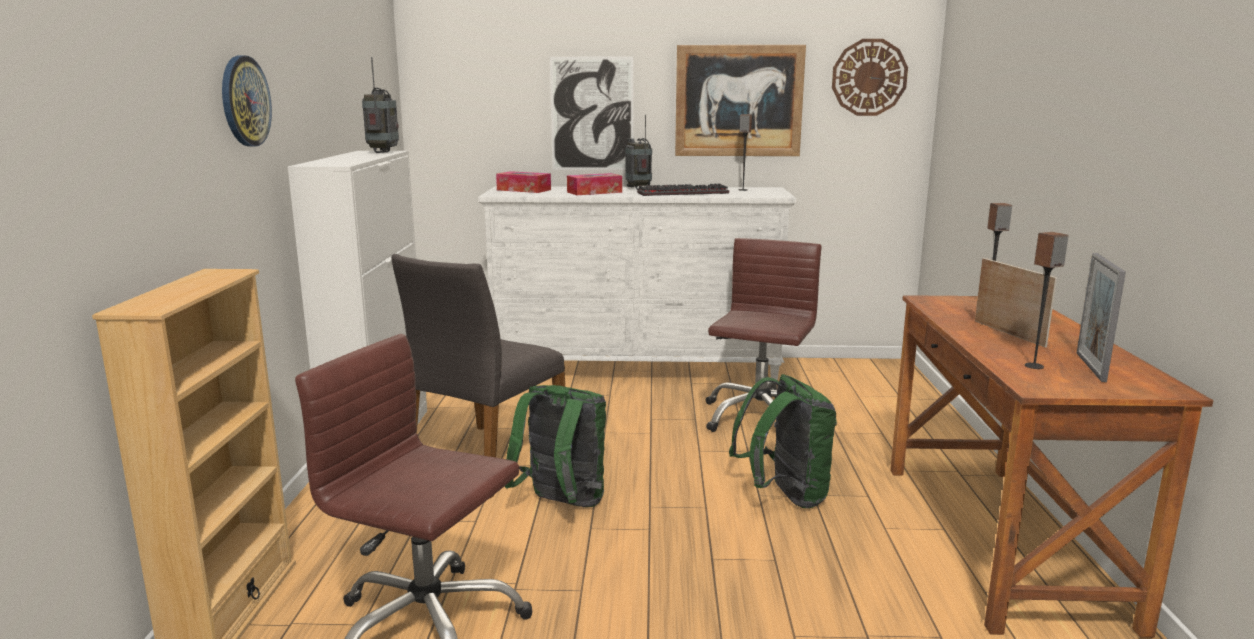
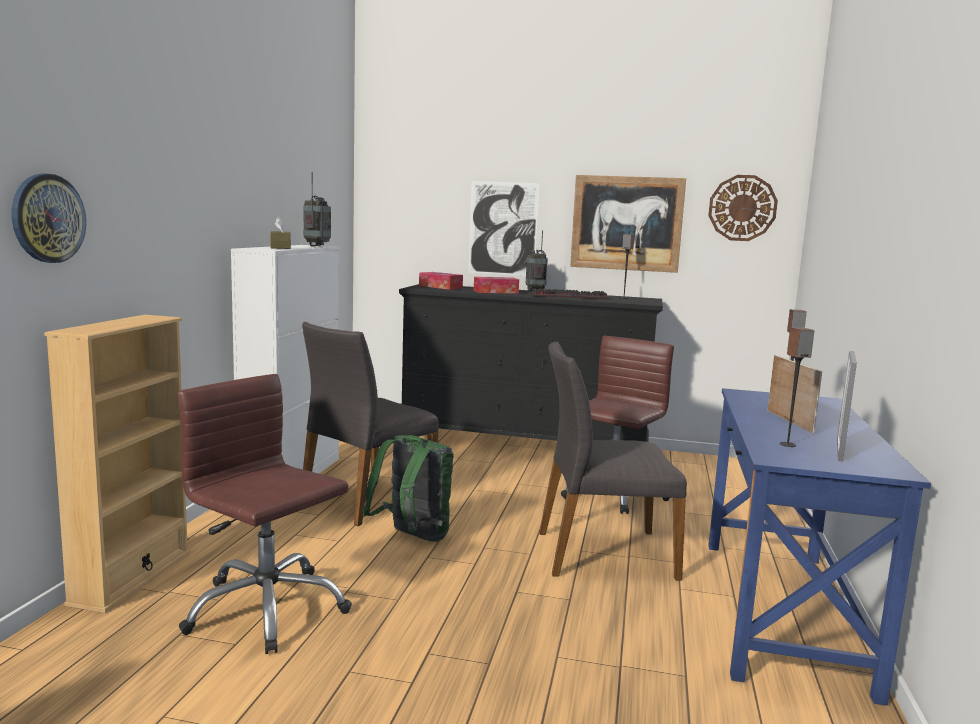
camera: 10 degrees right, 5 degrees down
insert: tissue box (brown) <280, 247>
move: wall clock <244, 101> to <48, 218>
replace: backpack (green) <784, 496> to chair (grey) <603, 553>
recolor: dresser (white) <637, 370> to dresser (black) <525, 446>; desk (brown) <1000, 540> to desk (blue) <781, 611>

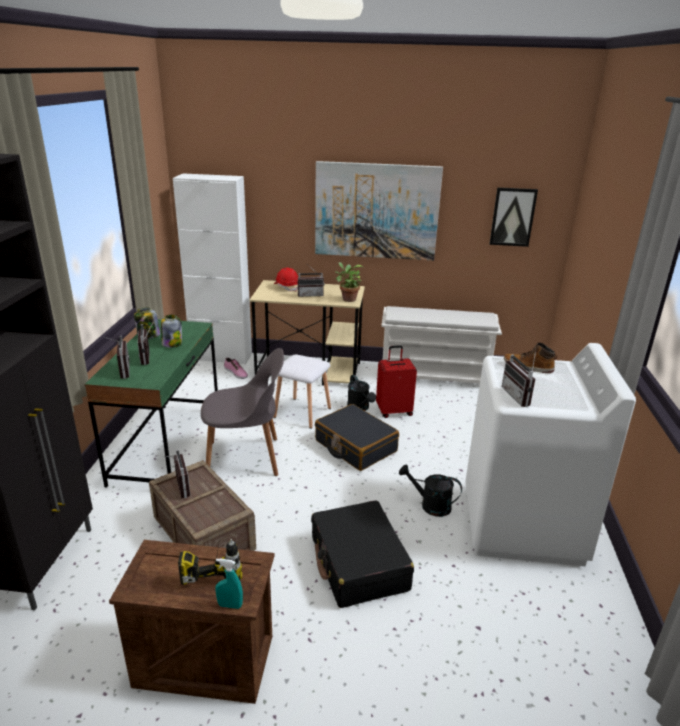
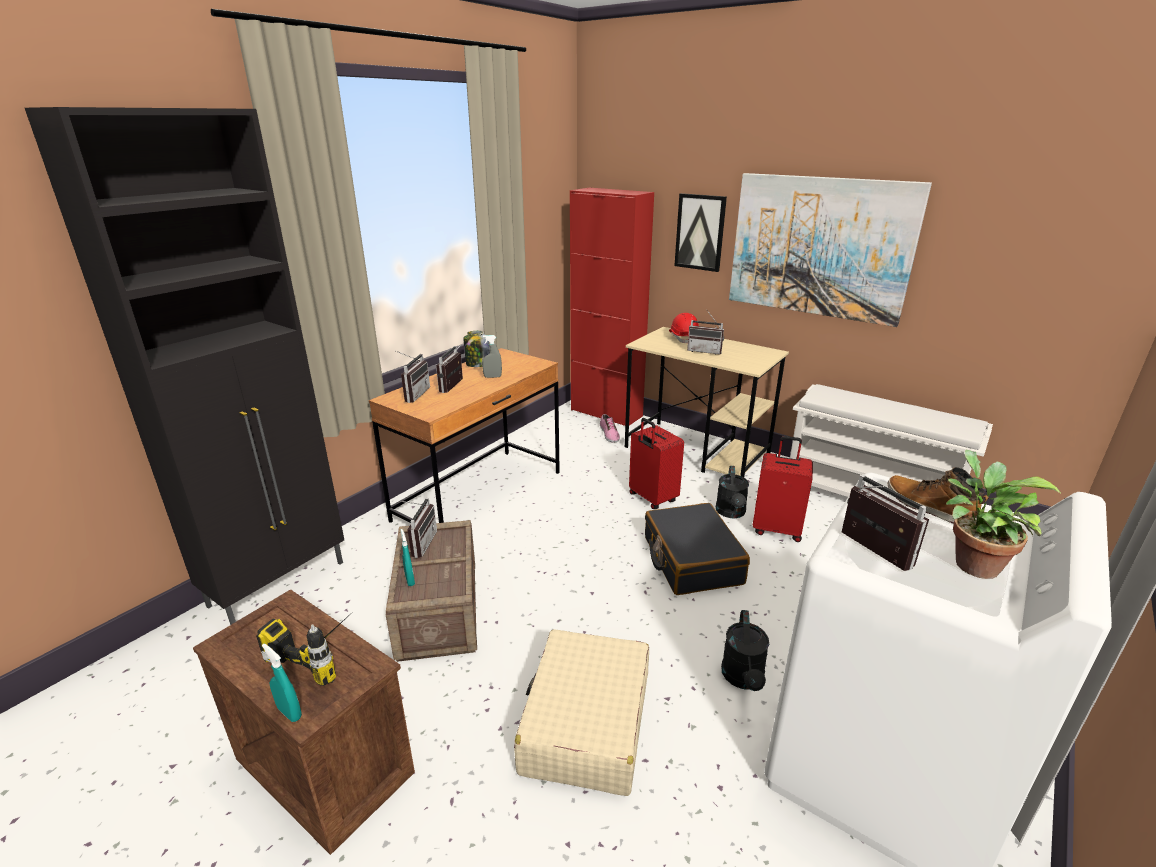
camera: 30 degrees right, 0 degrees up
delete: chair (grey) <246, 458>
insert: spray bottle (turquoise) <410, 580>
move: picture <512, 217> to <700, 232>; potted plant <347, 299> to <971, 563>
replace: jar <172, 344> to spray bottle (grey) <492, 377>; stool (white) <301, 412> to suitcase (red) <651, 498>
recolor: desk (green) <168, 445> to desk (brown) <480, 496>; suitcase (black) <358, 564> to suitcase (beige) <586, 723>; cabinet (white) <221, 357> to cabinet (red) <606, 413>
rotate: watering can (black) <430, 505> = <743, 679> 135 degrees counterclockwise; radio <520, 397> = <869, 552> 135 degrees clockwise

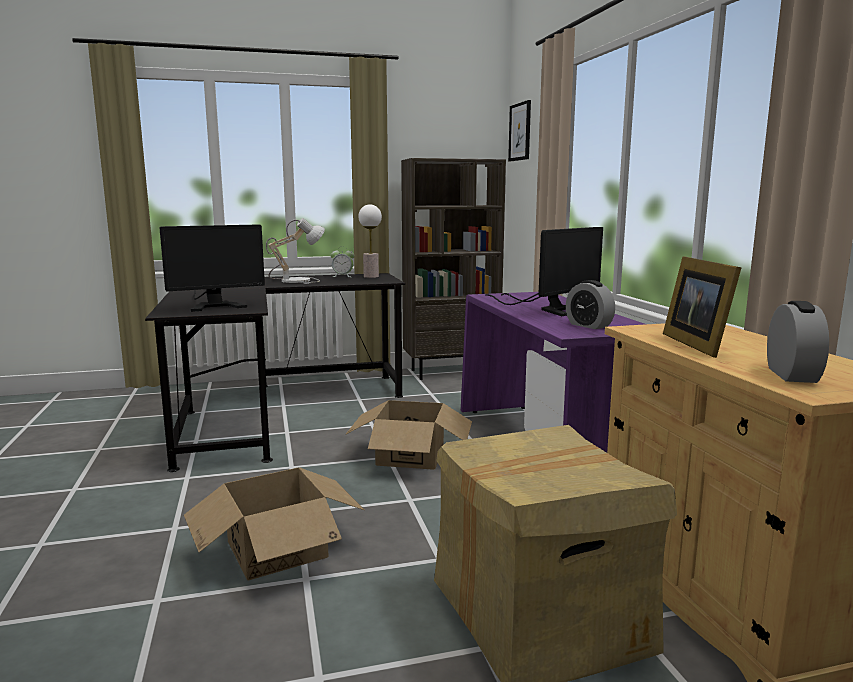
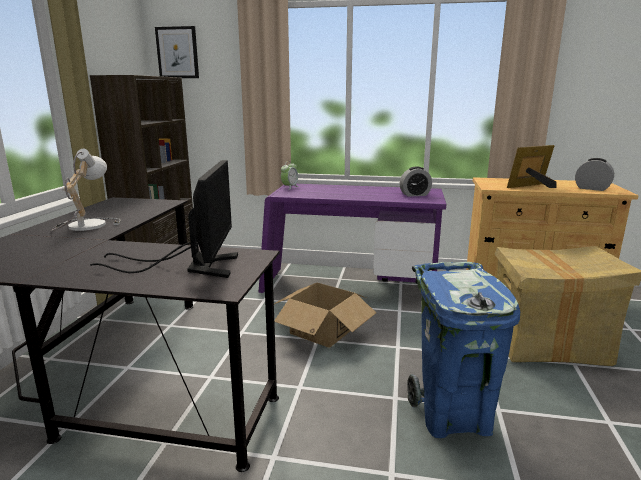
camera: 65 degrees left, 5 degrees up
delete: table lamp <371, 277>; monitor <551, 308>
move: alarm clock <342, 276> to <289, 187>
replace: cardboard box <277, 549> to trash can (blue) <452, 416>
rotate: picture frame <698, 344> = <531, 186> 135 degrees clockwise

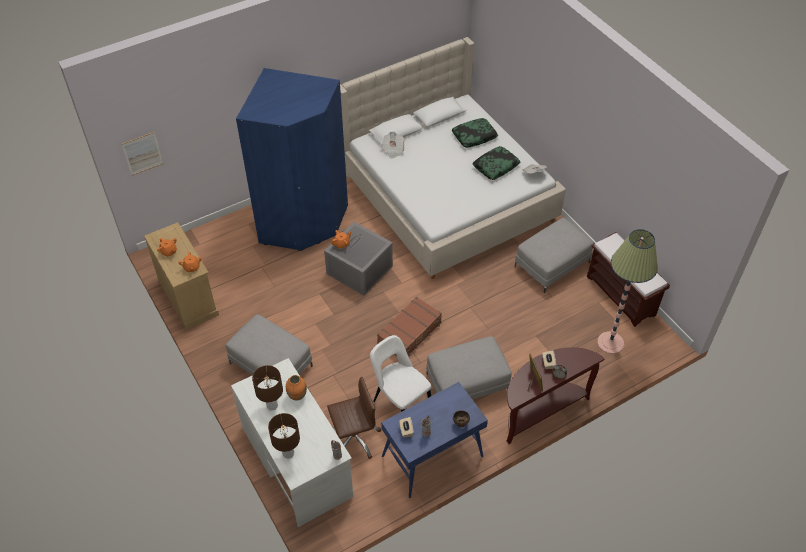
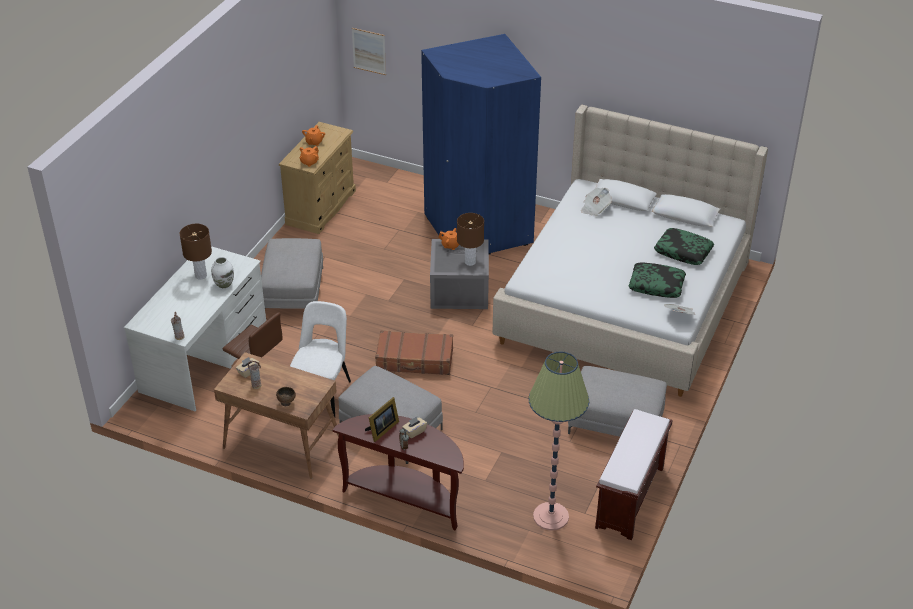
camera: 55 degrees right, 10 degrees down
move: table lamp (brown) <288, 453> to <470, 262>
recolor: vase (orange) <297, 395> to vase (white) <224, 284>; desk (blue) <432, 457> to desk (brown) <281, 443>

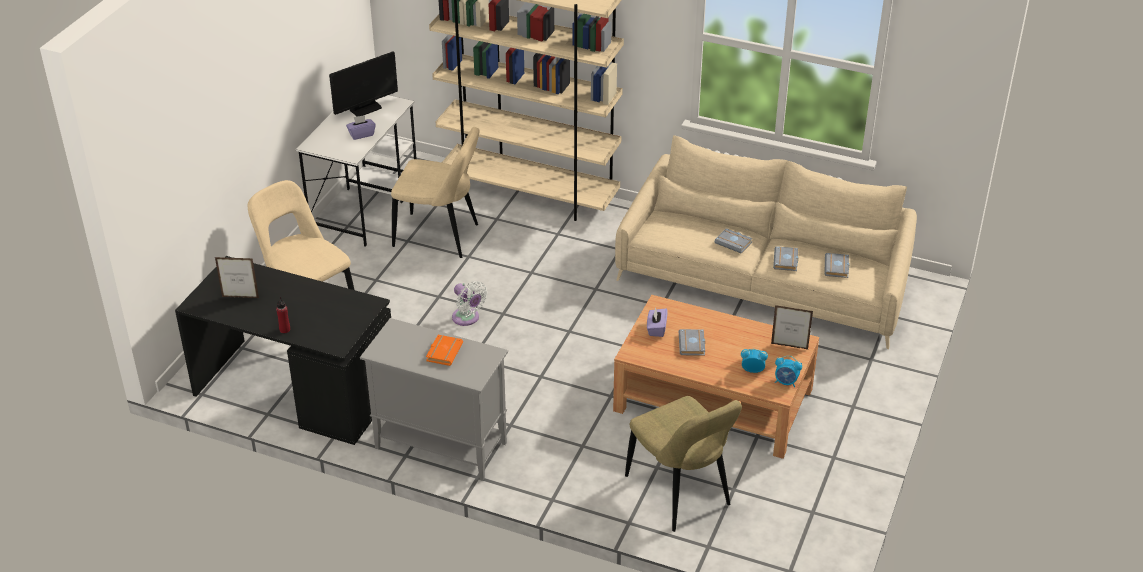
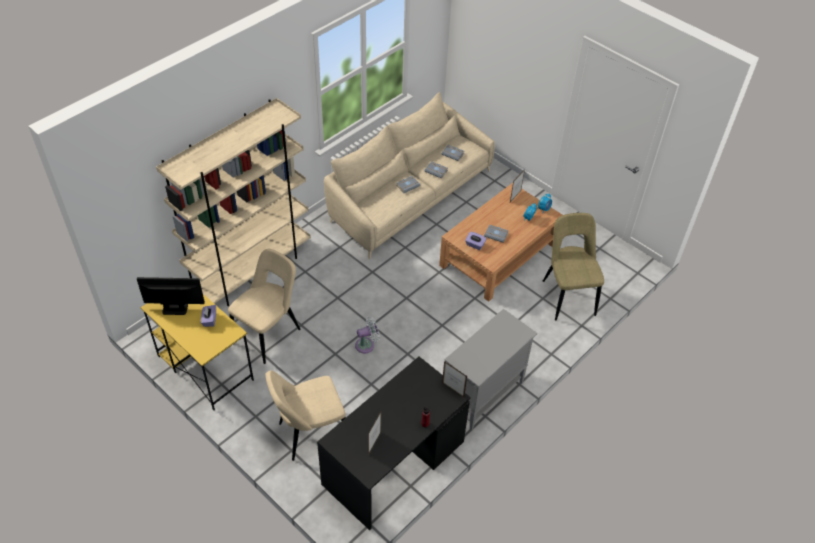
camera: 70 degrees left, 10 degrees up
delete: book (orange) <443, 352>
insert: picture frame <453, 390>
recolor: desk (white) <365, 206> to desk (yellow) <204, 367>
rotate: monitor <365, 108> = <175, 308> 75 degrees counterclockwise; chair (beige) <680, 494> = <567, 295> 90 degrees counterclockwise

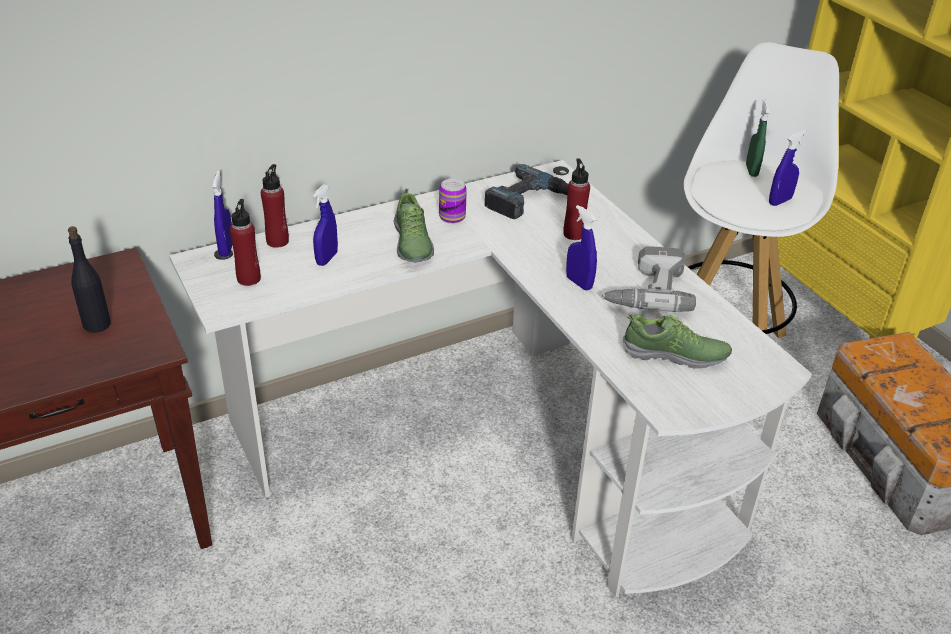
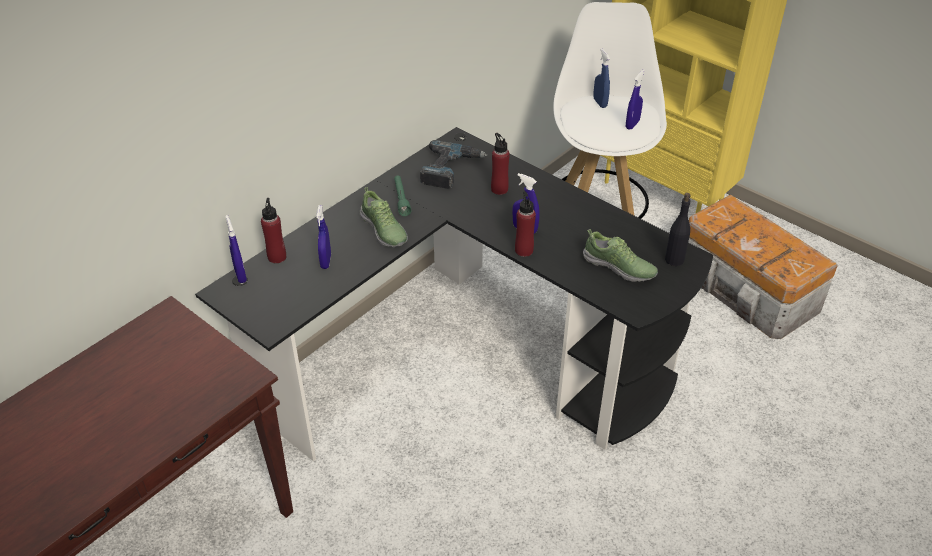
camera: 20 degrees left, 5 degrees up
delete: power drill <645, 289>
move: bottle (red) <249, 278> to <524, 250>; bottle (black) <97, 324> to <674, 259>
replace: can <452, 217> to flashlight (green) <401, 199>
recolor: desk (white) <499, 439> to desk (black) <467, 358>; spray bottle (green) <751, 170> to spray bottle (blue) <600, 103>
rotate: shoe <674, 355> = <619, 267> 45 degrees clockwise

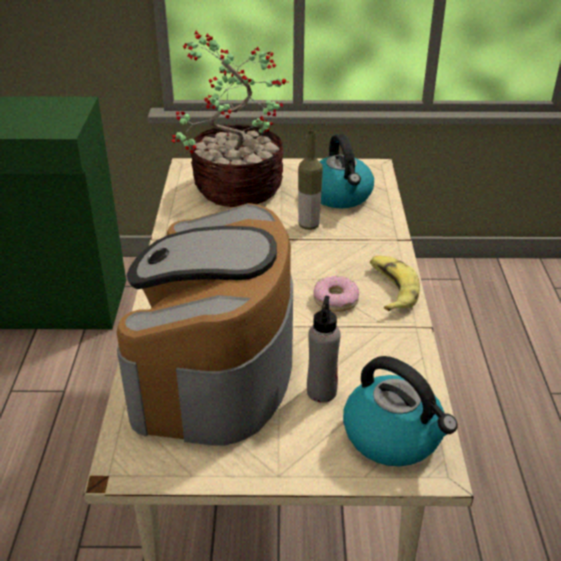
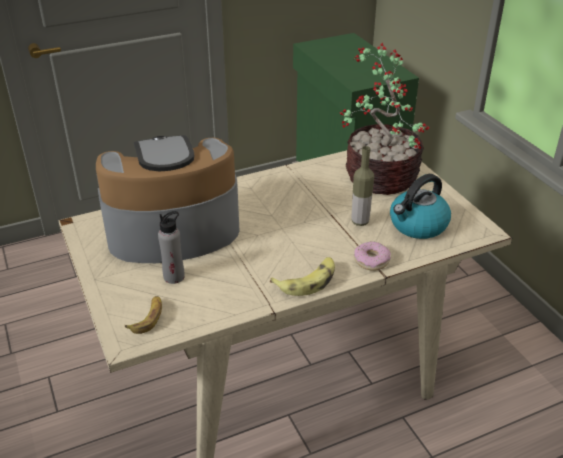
camera: 65 degrees right, 0 degrees up
move: donut <336, 300> to <371, 260>
replace: kettle <394, 436> to banana <147, 318>

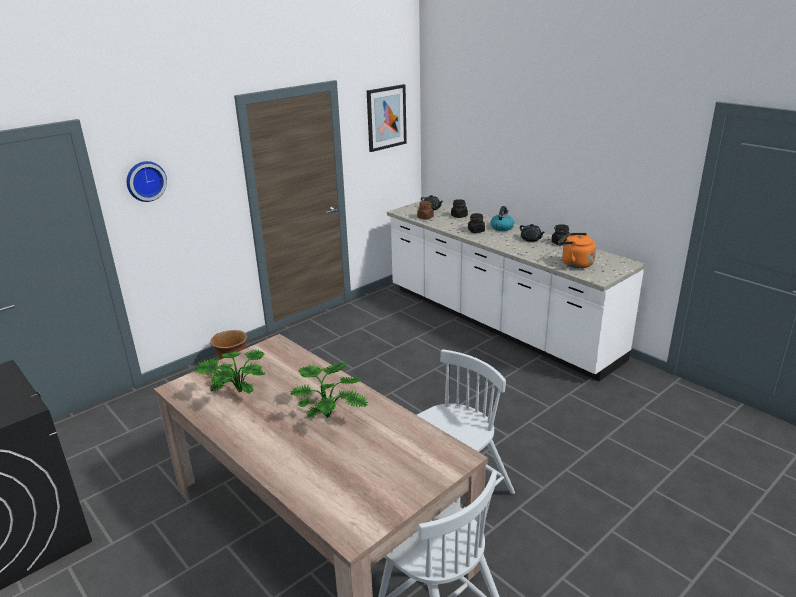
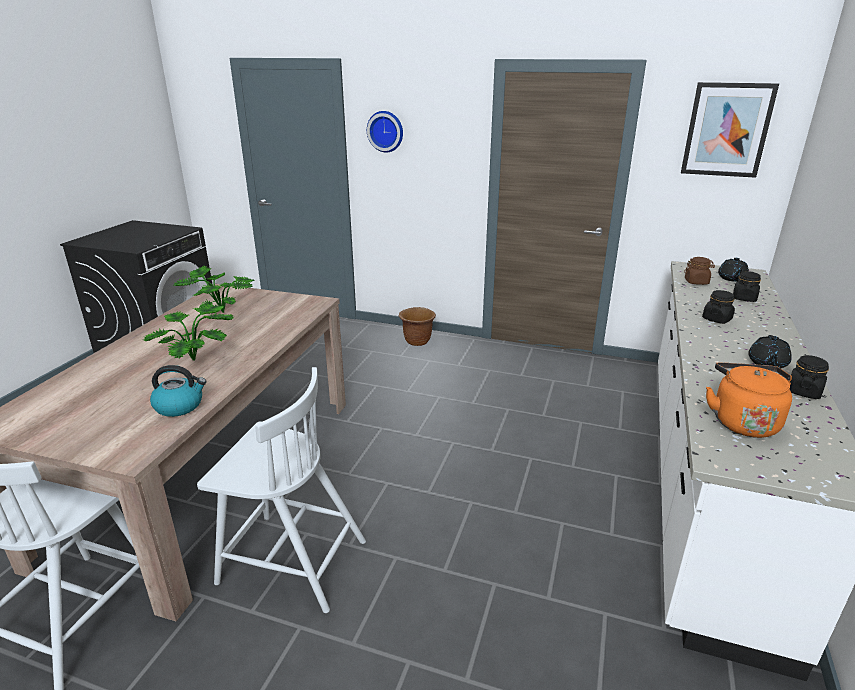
camera: 60 degrees right, 0 degrees up
move: kettle <502, 227> to <180, 406>

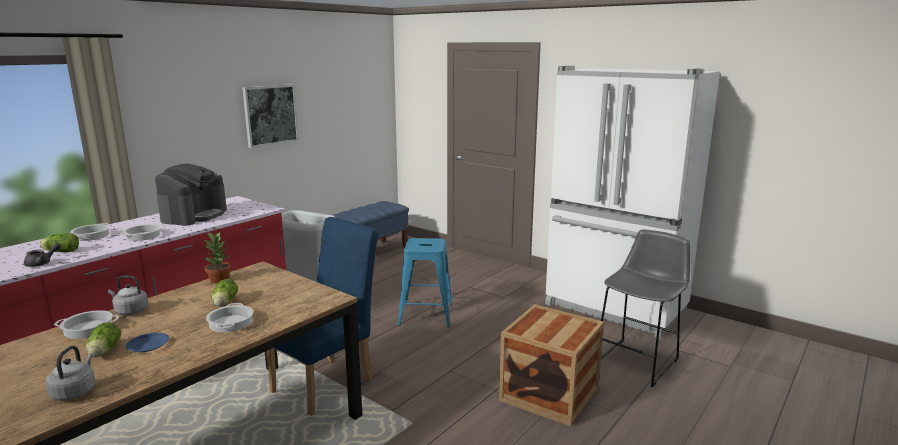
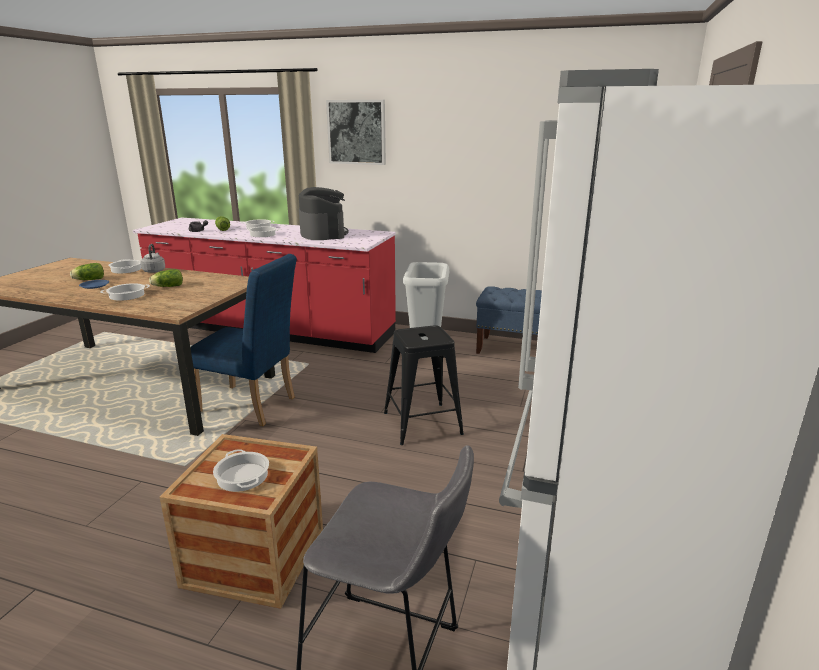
camera: 70 degrees right, 5 degrees up
delete: kettle (grey) <75, 392>; potted plant <219, 279>
insert: cooking pot <242, 476>
move: picture <270, 115> to <357, 132>
recolor: stool (blue) <425, 314> to stool (black) <422, 423>
rotate: coffee machine <194, 215> = <323, 234> 105 degrees counterclockwise

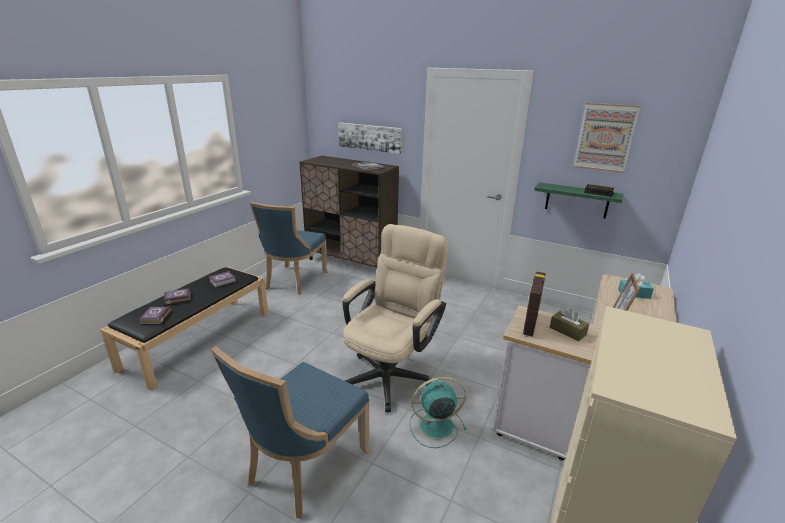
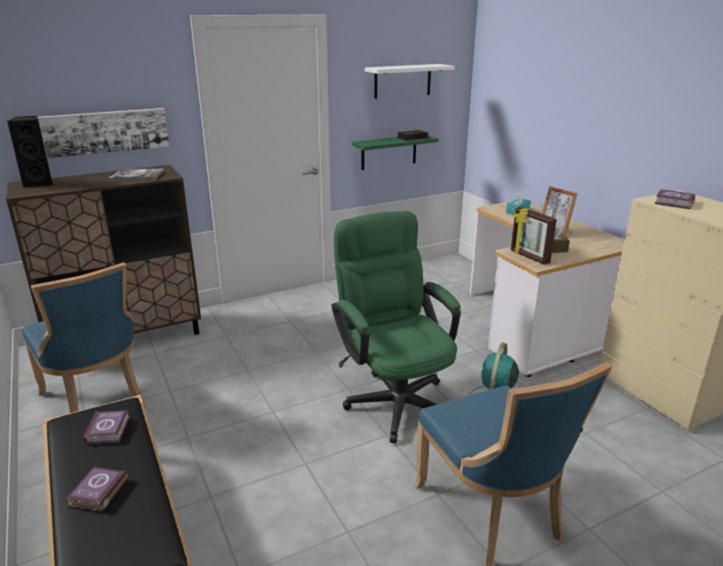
camera: 55 degrees left, 0 degrees up
insert: speaker (black) <40, 183>
move: book <155, 318> to <675, 203>
replace: picture <605, 137> to shelf (white) <402, 81>
recolor: office chair (beige) <391, 373> to office chair (green) <394, 398>

